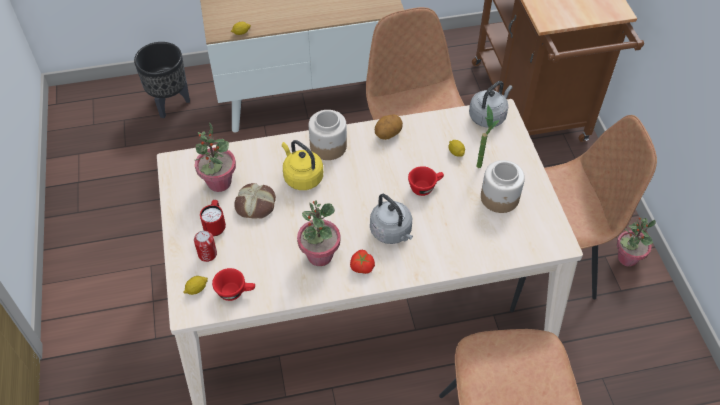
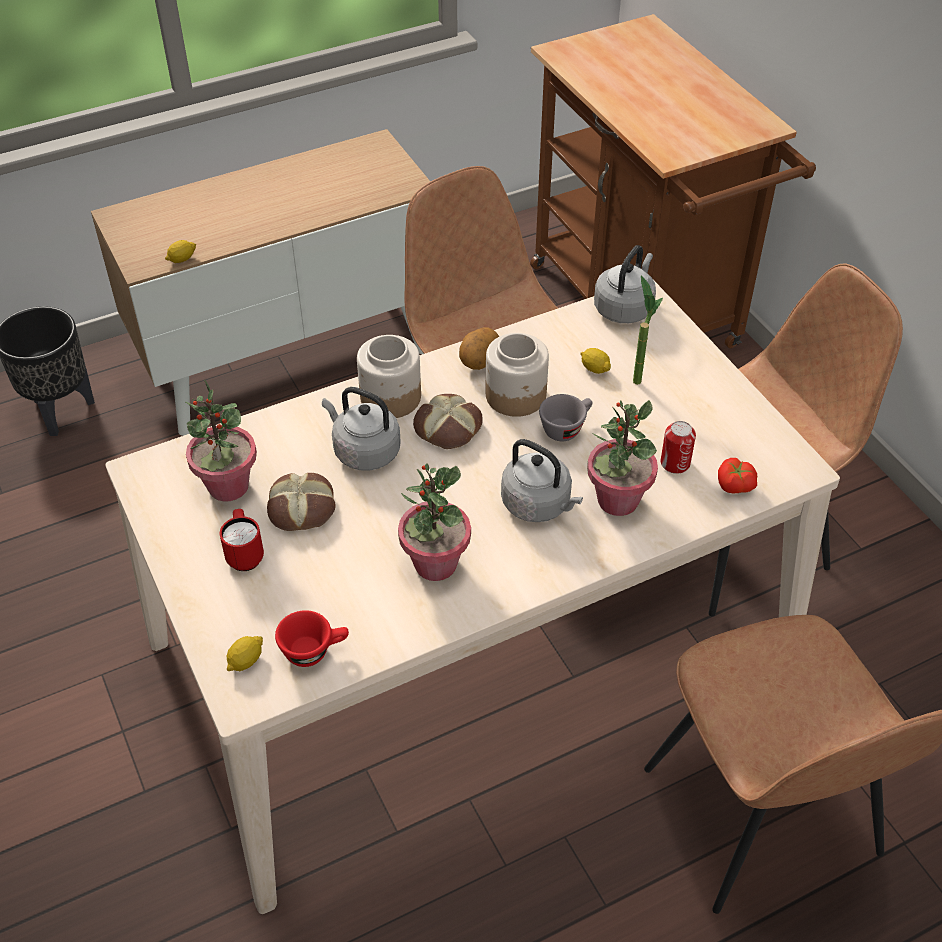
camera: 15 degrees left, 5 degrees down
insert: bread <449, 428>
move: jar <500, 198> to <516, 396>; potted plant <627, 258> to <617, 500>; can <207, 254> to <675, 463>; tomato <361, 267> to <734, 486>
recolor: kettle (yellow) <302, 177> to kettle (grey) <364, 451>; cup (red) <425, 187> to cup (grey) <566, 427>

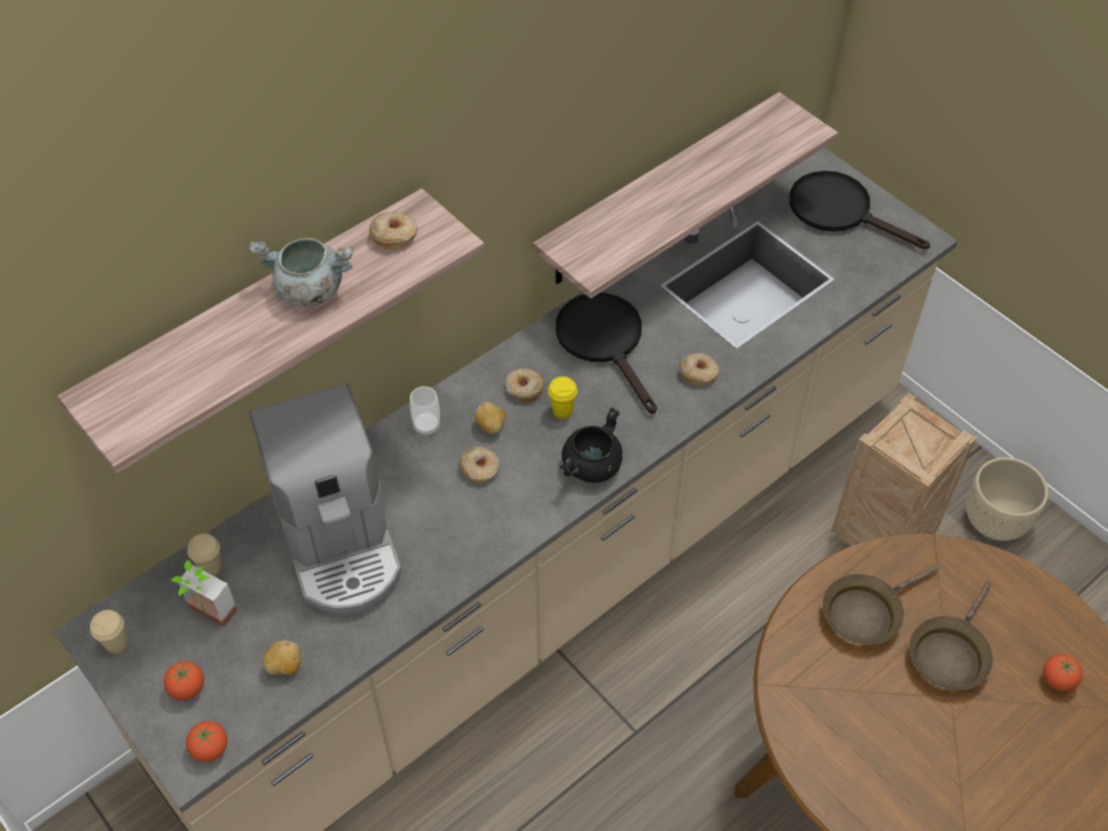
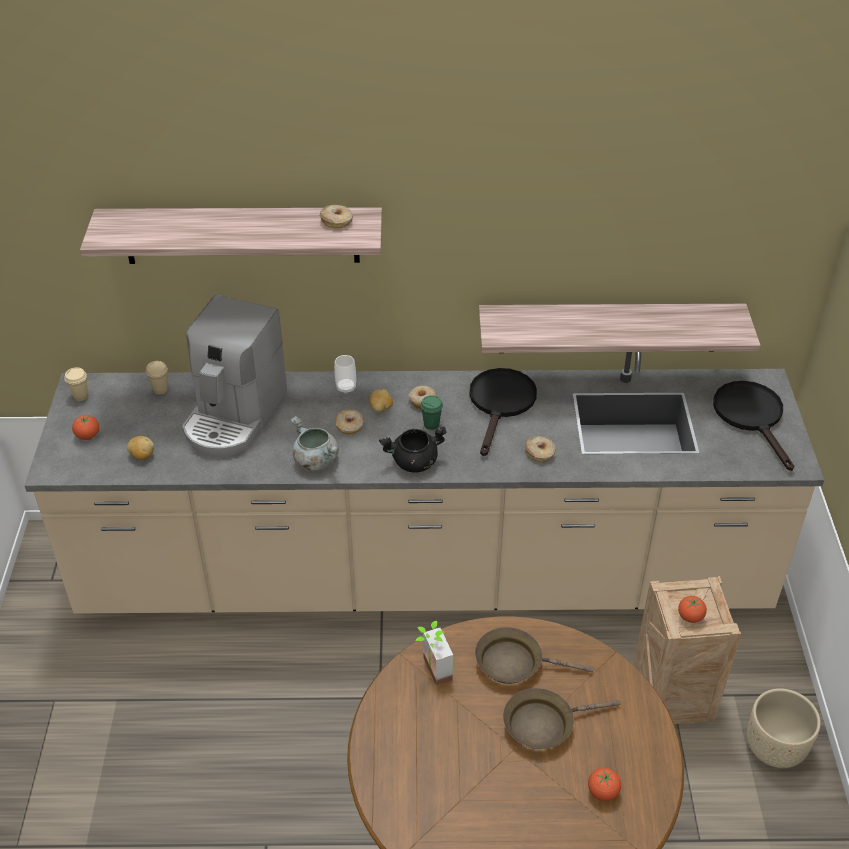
camera: 40 degrees right, 10 degrees down
move: cooking pot (grey) <308, 290> to <315, 460>; potted plant <207, 616> to <430, 671>; tomato <210, 748> to <690, 617>
recolor: cup (yellow) <562, 411> to cup (green) <431, 424>

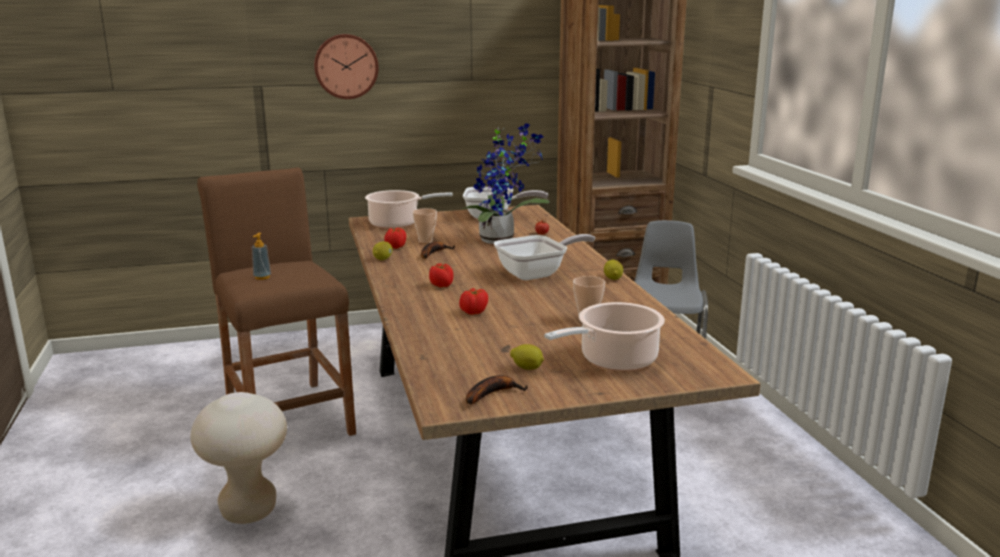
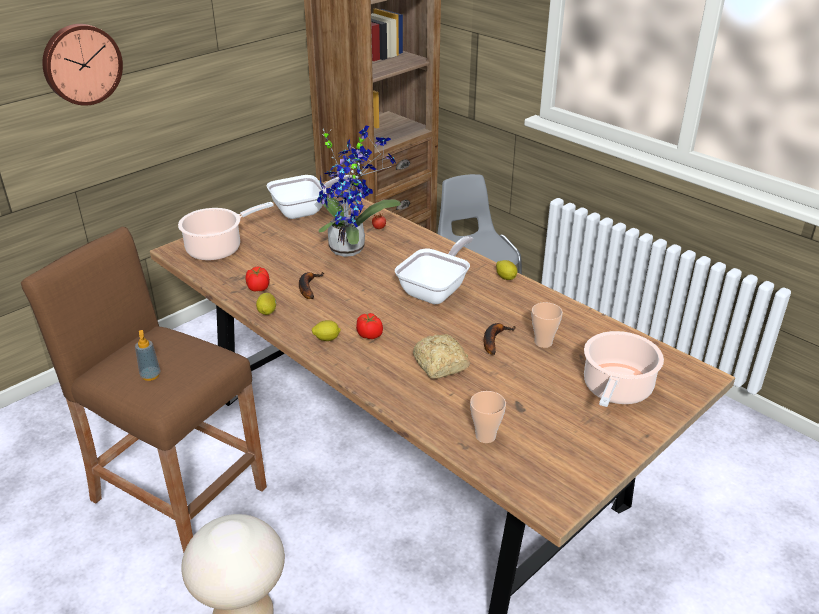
camera: 30 degrees left, 15 degrees up
move: lemon <527, 368> to <327, 339>; cup <425, 241> to <485, 436>; banana <492, 394> to <494, 340>
replace: tomato <473, 312> to bread <440, 365>

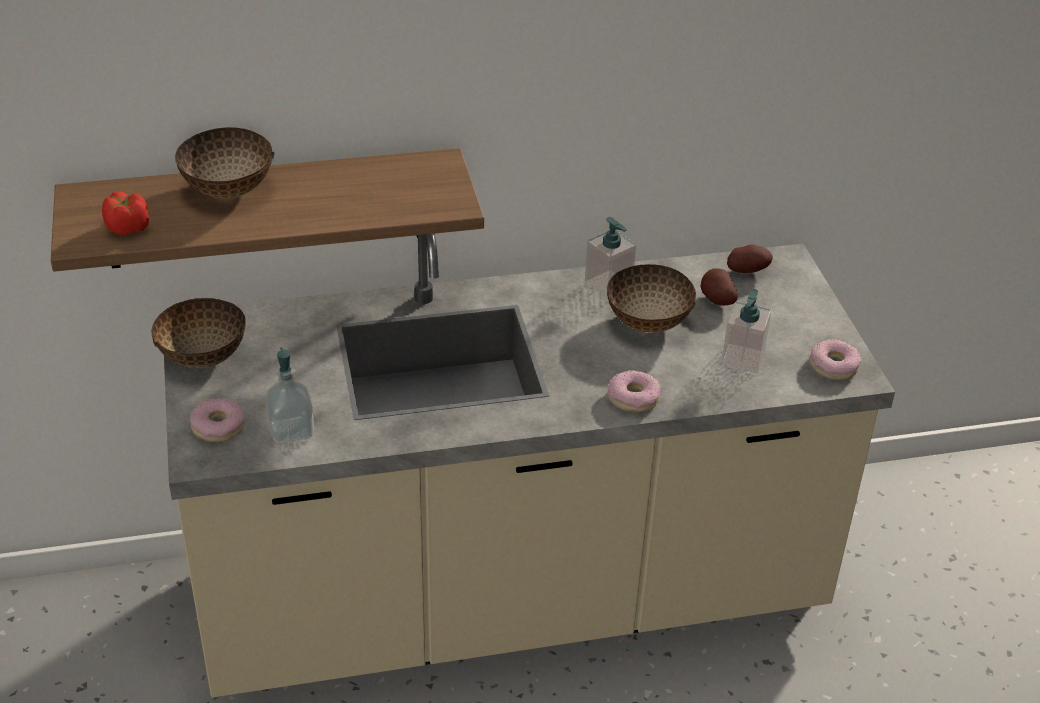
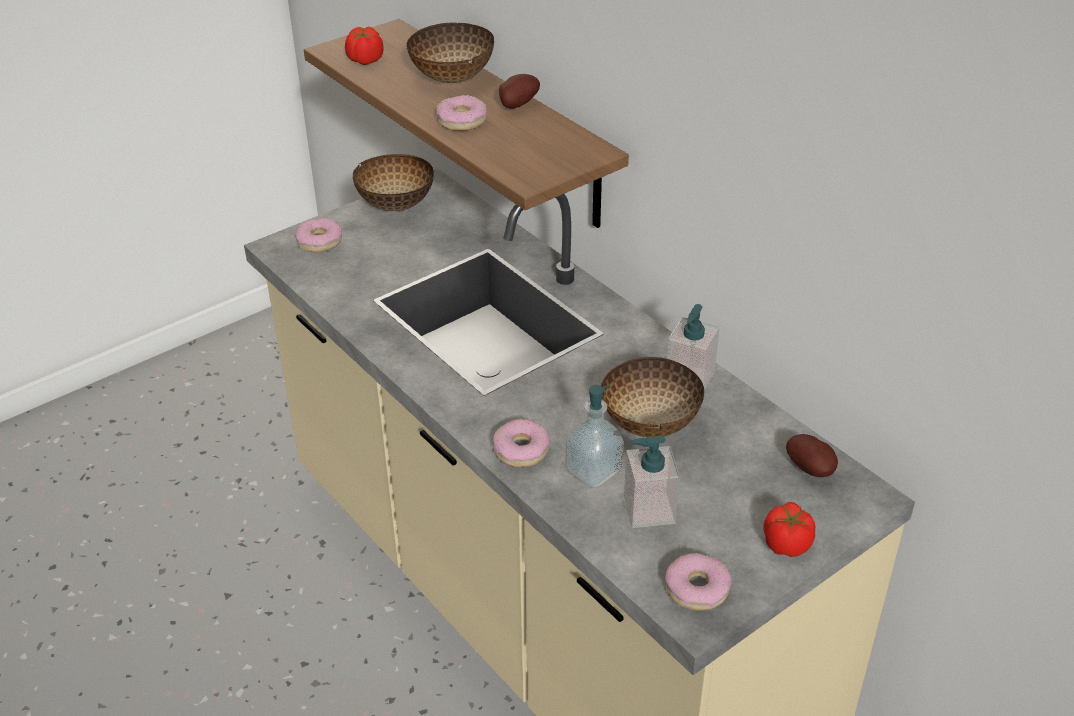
camera: 65 degrees right, 0 degrees up
insert: donut <461, 121>; tomato <786, 543>
move: potato <715, 300> to <516, 105>; soap dispenser <291, 430> to <593, 471>

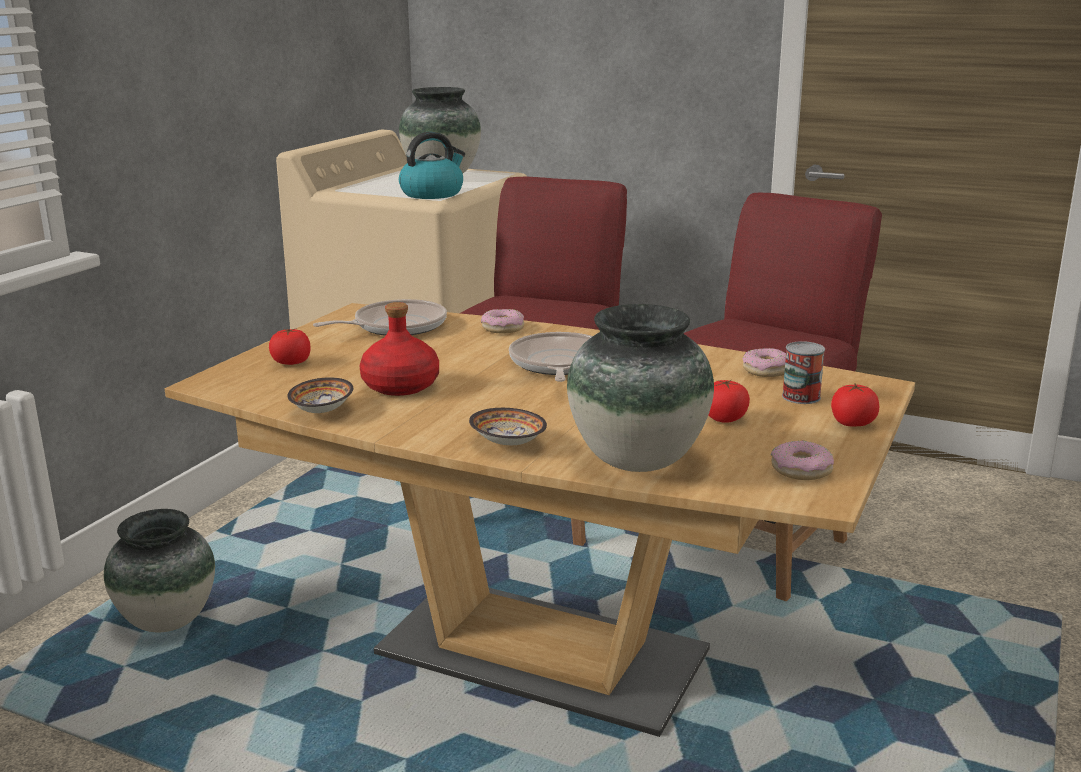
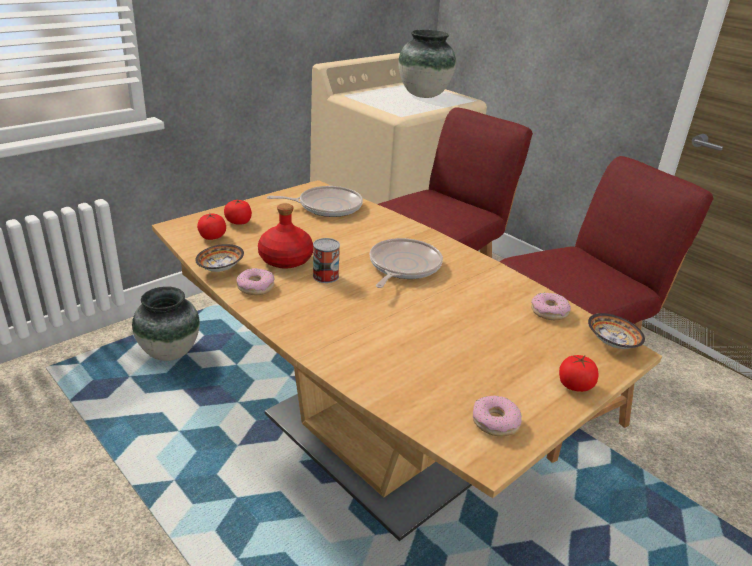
camera: 20 degrees right, 10 degrees up
delete: kettle <432, 194>; vase <638, 461>
move: tomato <725, 419> to <212, 237>; donut <503, 328> to <256, 287>; can <801, 397> to <325, 276>; bowl <507, 442> to <611, 342>

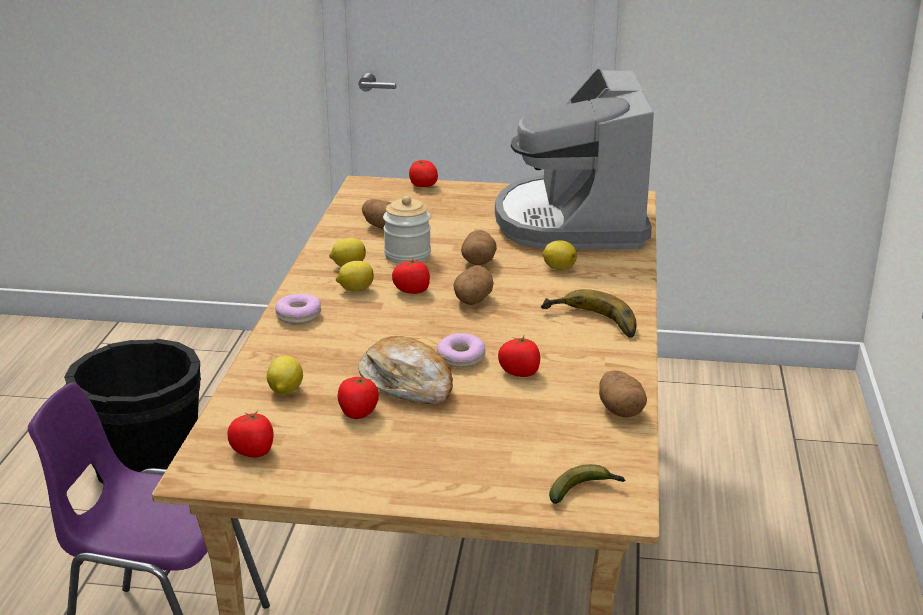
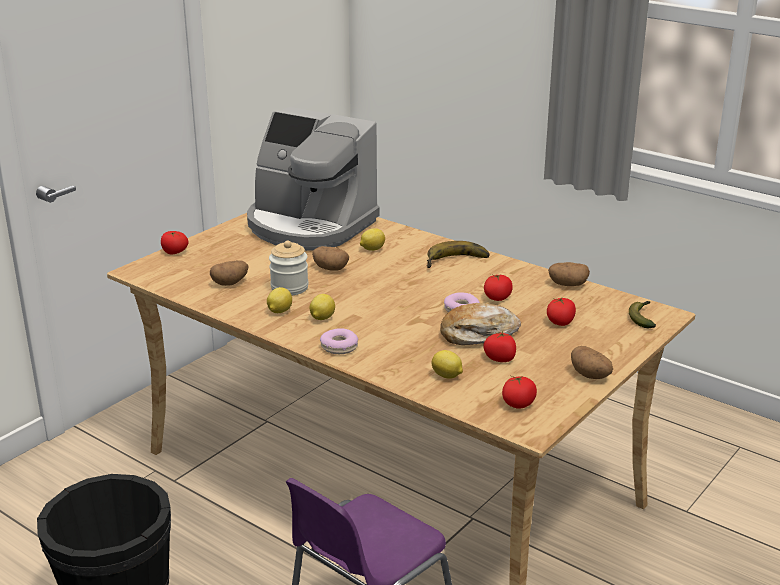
camera: 60 degrees left, 0 degrees up
move: tomato <412, 290> to <560, 322>; potato <472, 301> to <590, 375>

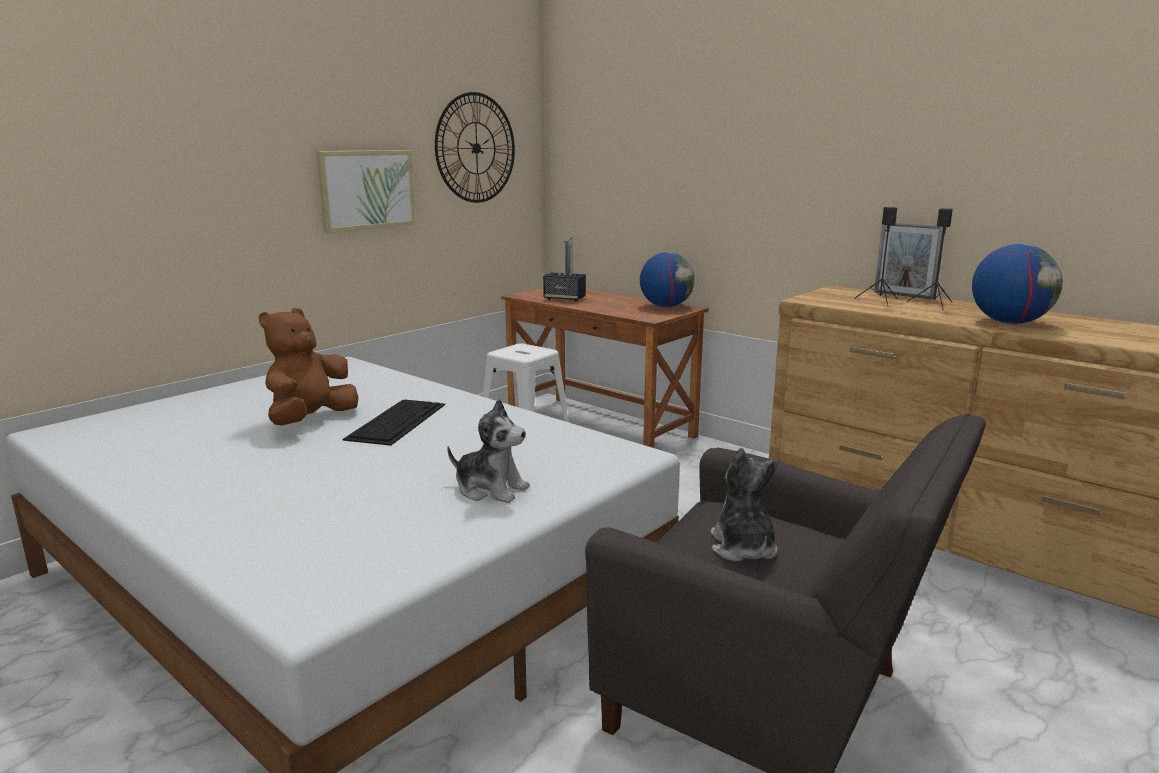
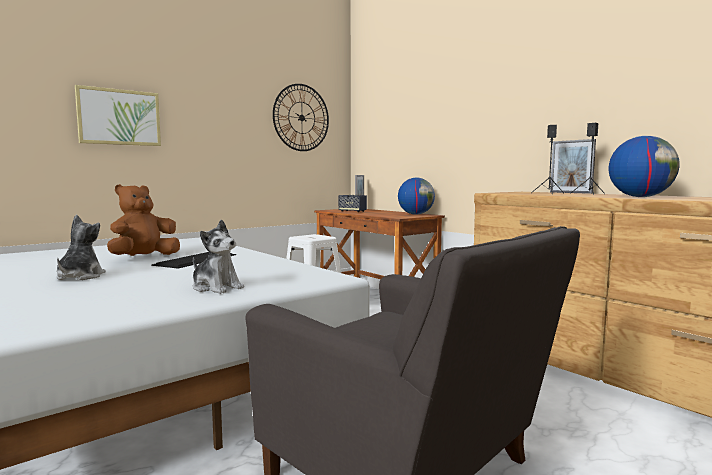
camera: 10 degrees right, 10 degrees down
move: plush toy <743, 548> to <80, 277>; picture <367, 189> to <119, 117>

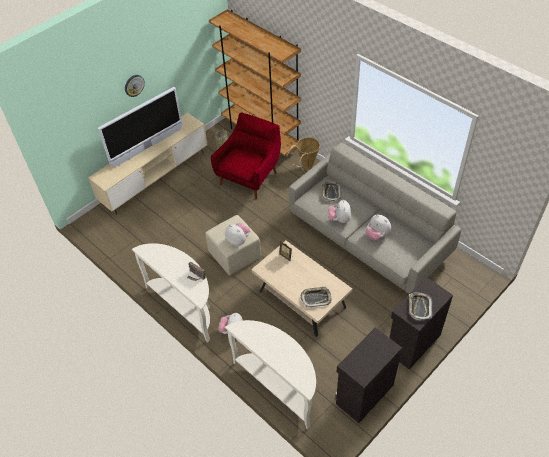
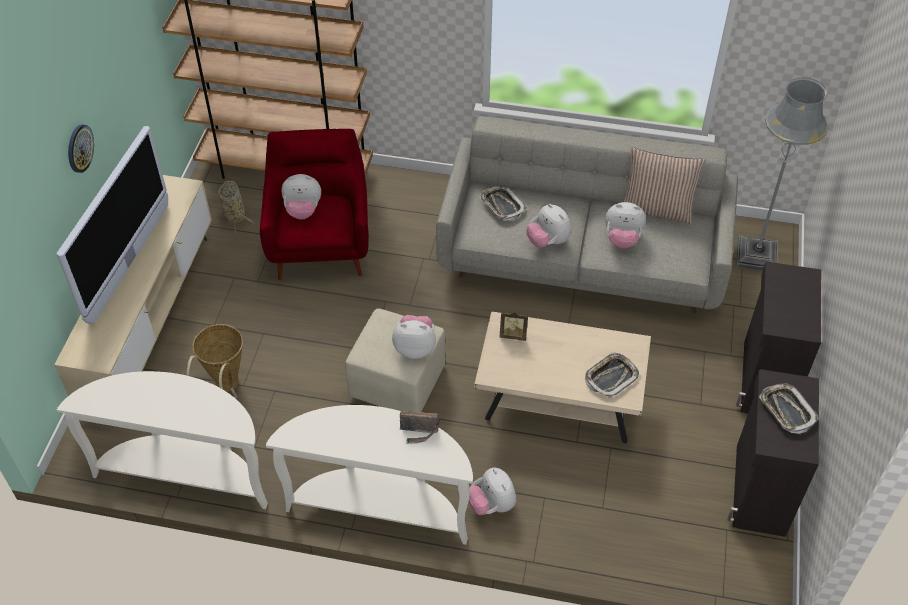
camera: 35 degrees left, 0 degrees up
insert: plush toy <303, 210>; pillow <657, 209>; floor lamp (grey) <756, 256>
move: console table (white) <279, 385> to <187, 472>; basket <306, 169> to <225, 388>; tray <419, 307> to <786, 410>

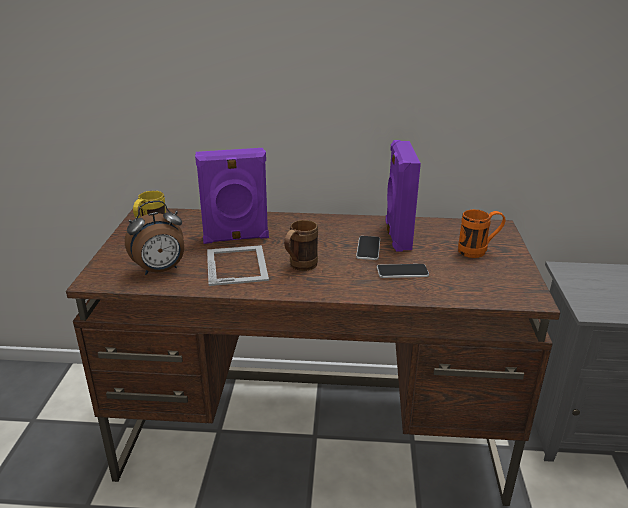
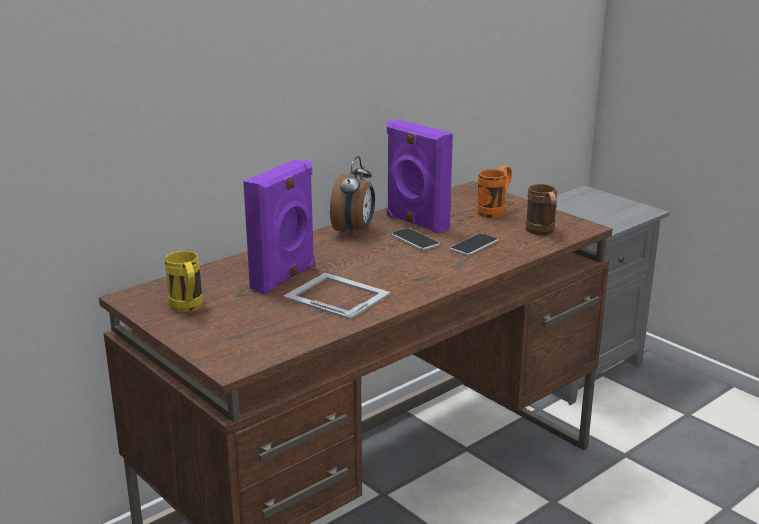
camera: 45 degrees left, 5 degrees down
move: alarm clock <160, 270> to <354, 231>; mug (brown) <299, 267> to <542, 232>

